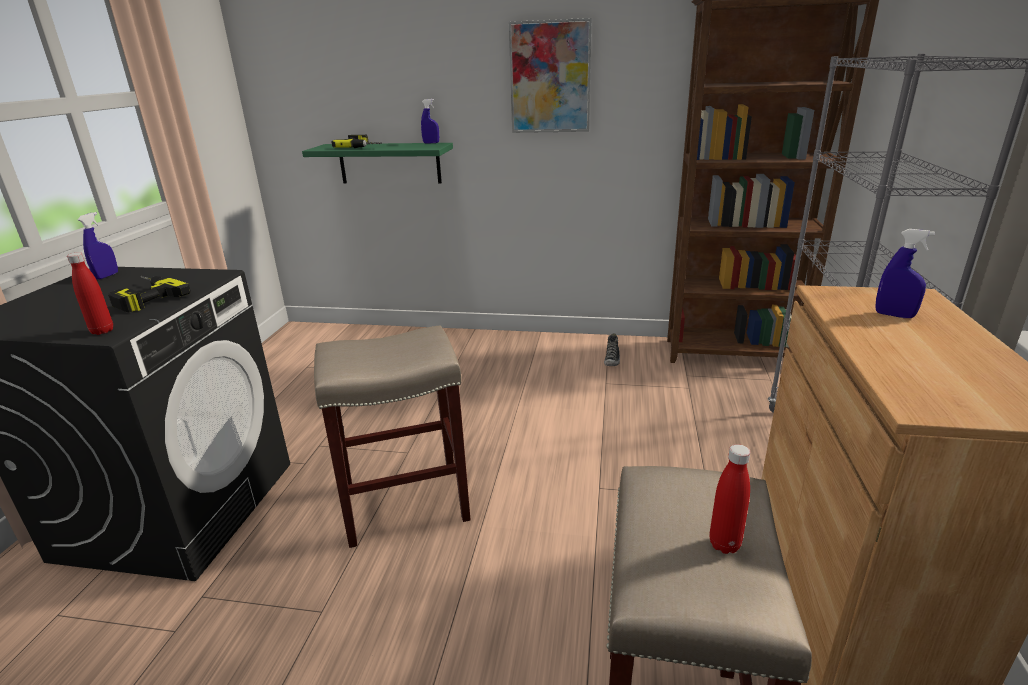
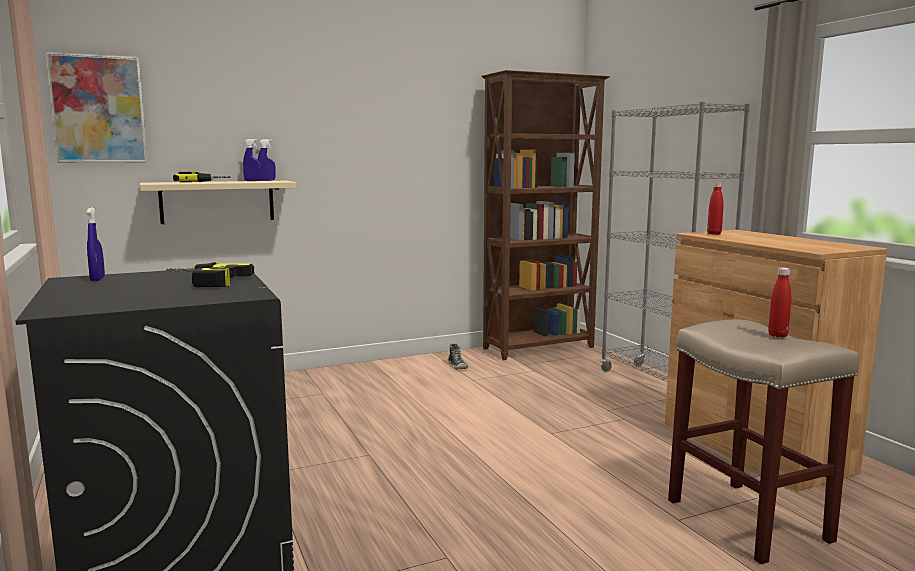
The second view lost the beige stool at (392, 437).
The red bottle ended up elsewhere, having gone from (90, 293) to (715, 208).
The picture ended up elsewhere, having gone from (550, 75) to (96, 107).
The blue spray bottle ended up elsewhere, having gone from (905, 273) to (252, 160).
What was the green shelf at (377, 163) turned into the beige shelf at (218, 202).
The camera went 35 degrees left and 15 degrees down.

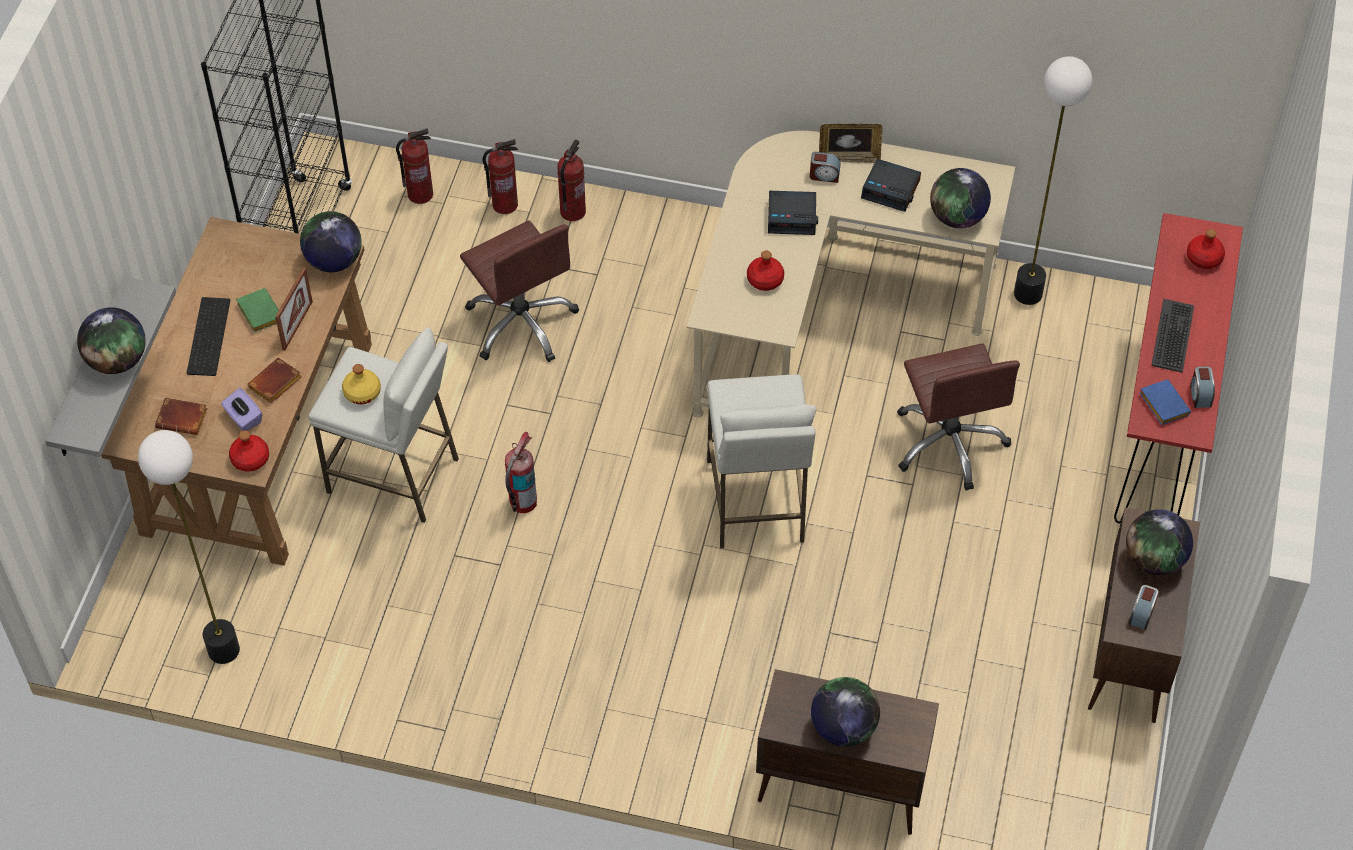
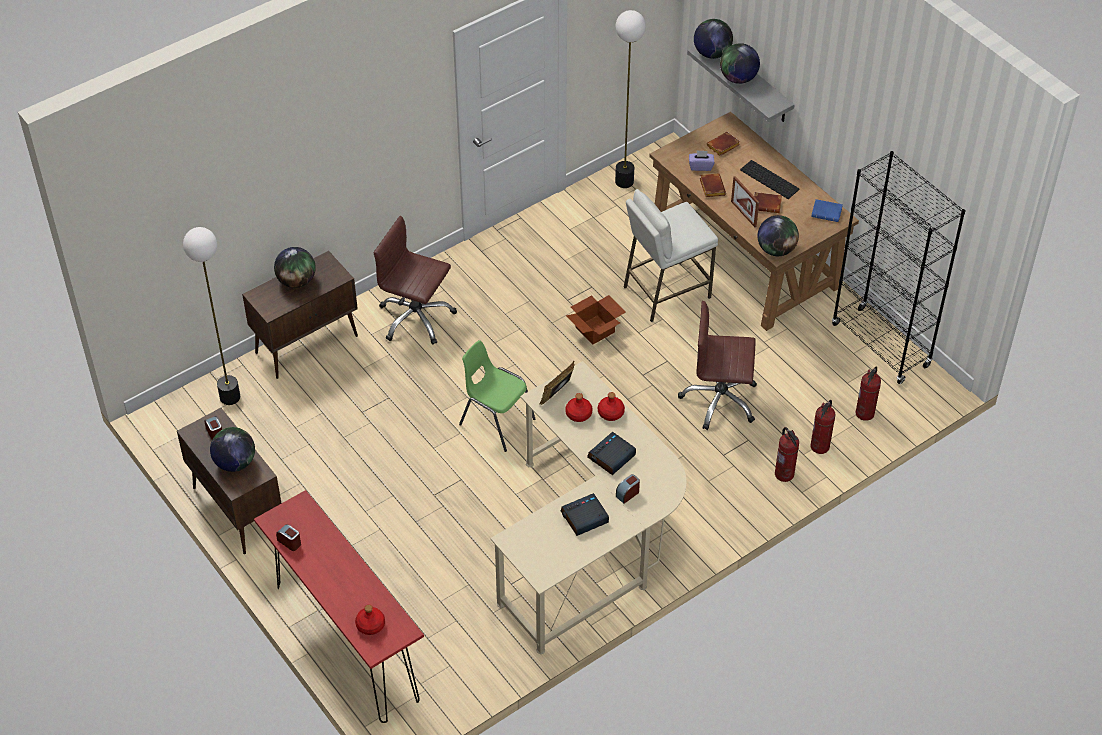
The second view lost the yellow bottle at (361, 384).
The second view lost the keyboard at (1172, 336).
The red bottle ended up elsewhere, having gone from (249, 451) to (611, 406).
The picture frame ended up elsewhere, having gone from (851, 143) to (557, 383).
The brown office chair ended up elsewhere, having gone from (958, 417) to (415, 280).
The globe ended up elsewhere, having gone from (960, 198) to (713, 39).
The floor lamp ended up elsewhere, having gone from (1053, 180) to (211, 316).
The blue book ended up elsewhere, having gone from (1165, 402) to (827, 210).
Where the fire extinguisher stood at (521, 472), the cardboard box came to stand at (596, 320).
Where the white stool stood at (761, 461), the green chair came to stand at (497, 396).
What was the green book at (257, 310) turned into the brown book at (768, 202).
The camera went 130 degrees right and 5 degrees down.

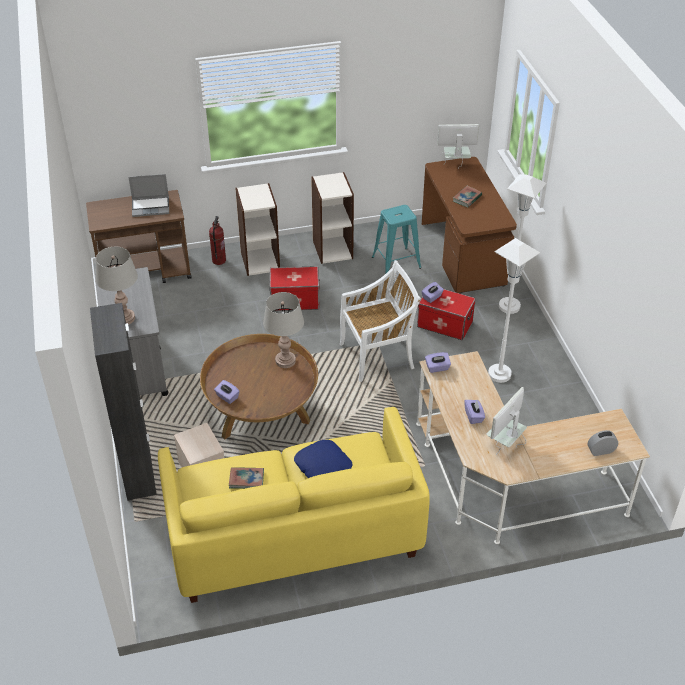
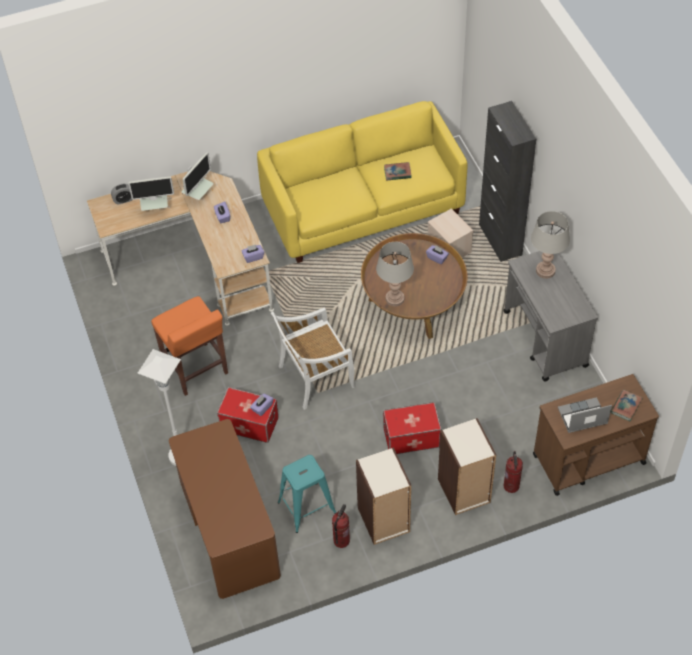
The second view lost the blue pillow at (323, 459).
The second view gained the fire extinguisher at (341, 526).
The monitor ended up elsewhere, having gone from (458, 145) to (151, 194).
The book ended up elsewhere, having gone from (467, 196) to (627, 405).
Where the white floor lamp stood at (514, 310), the orange stool came to stand at (189, 346).
The camera went 175 degrees right and 10 degrees up.

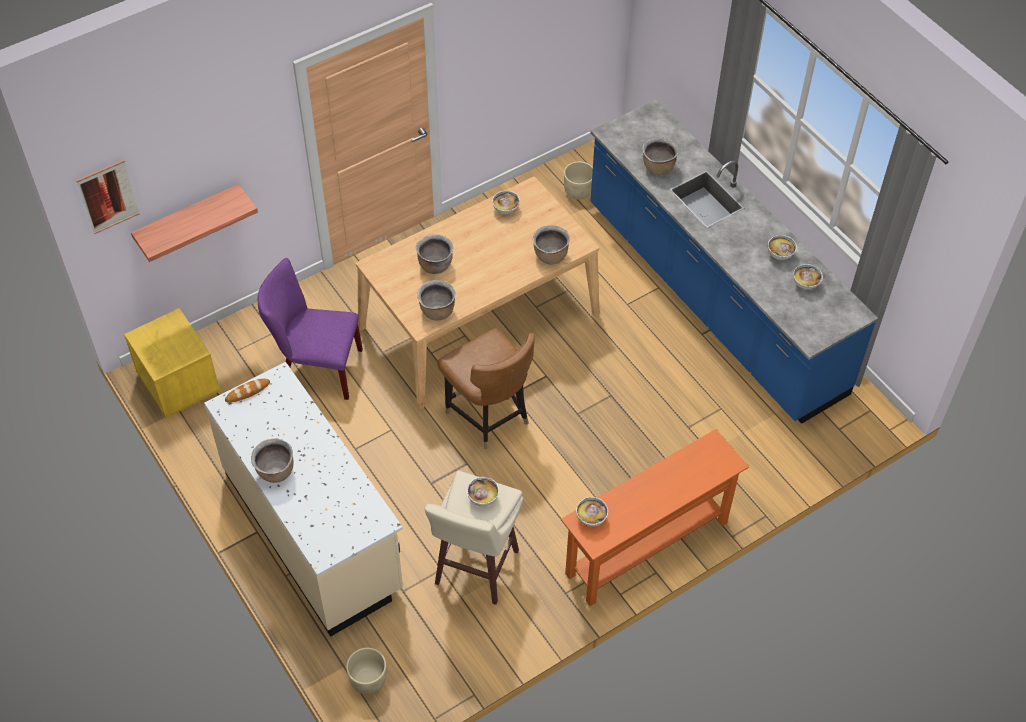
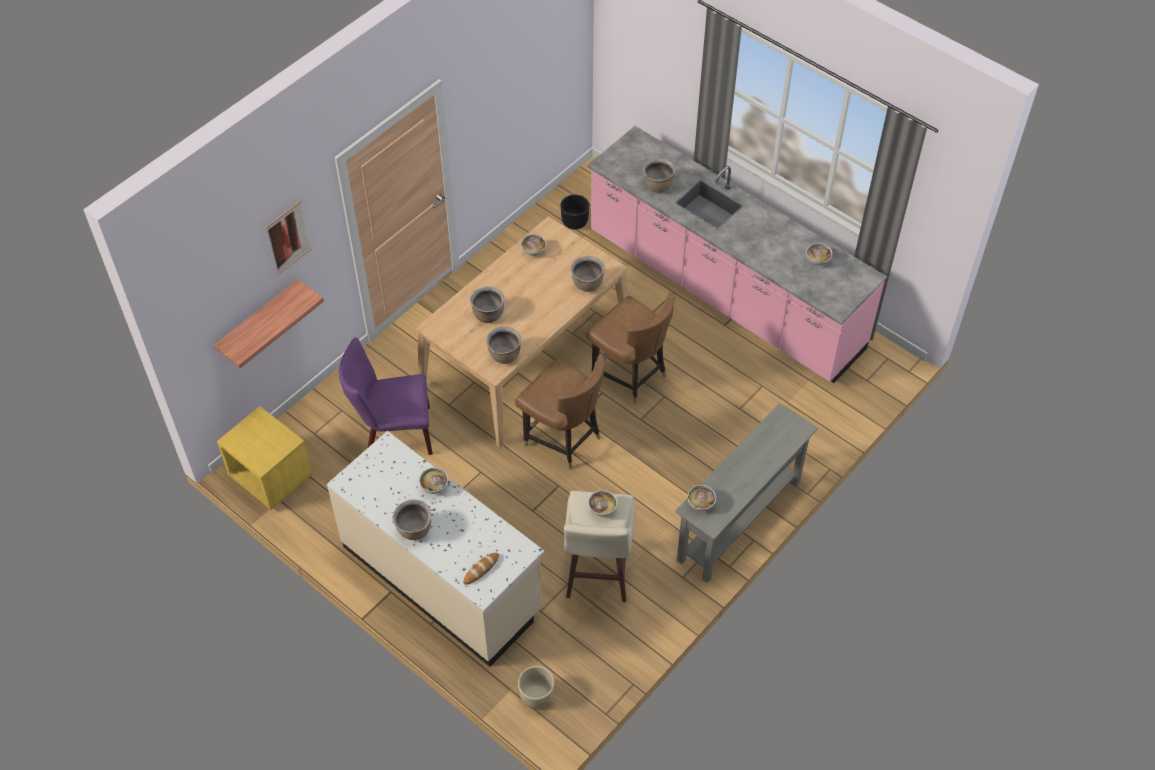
The second view gained the brown chair at (630, 348).
The picture ended up elsewhere, having gone from (108, 197) to (288, 238).
The bread ended up elsewhere, having gone from (247, 391) to (481, 569).
The bowl ended up elsewhere, having gone from (782, 247) to (433, 481).
What was the orange console table at (655, 517) turned into the grey console table at (746, 493).
What was the beige planter at (578, 180) turned into the black planter at (575, 212).
What was the blue counter at (734, 261) turned into the pink counter at (737, 254).
The camera went 15 degrees left and 0 degrees up.

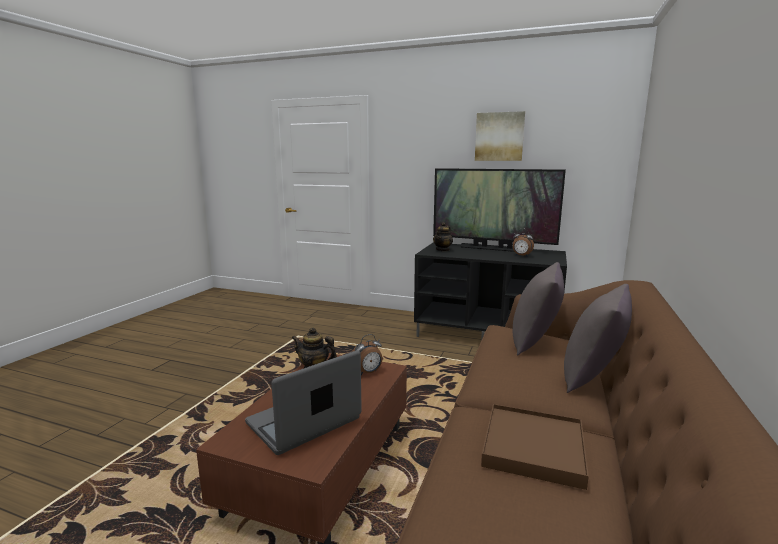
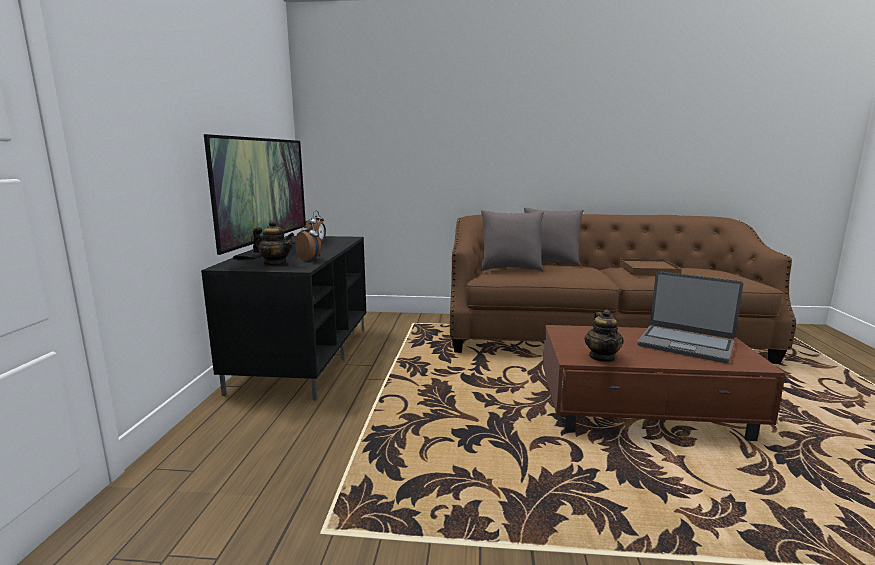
The second view lost the picture at (500, 136).
The alarm clock ended up elsewhere, having gone from (367, 354) to (308, 241).
The camera went 105 degrees left and 0 degrees up.

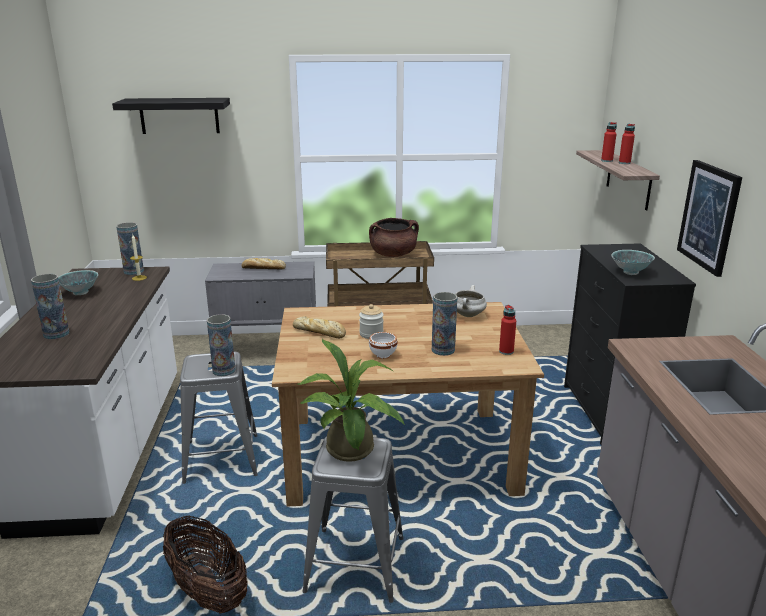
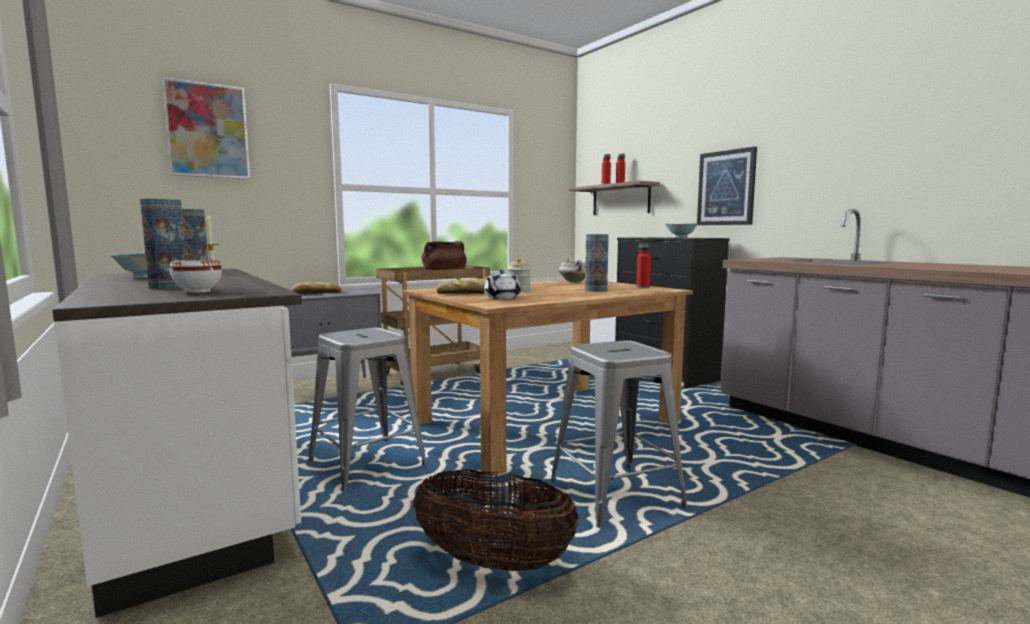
The second view lost the vase at (221, 345).
The second view lost the potted plant at (350, 400).
The second view gained the white teapot at (502, 284).
The white bowl ended up elsewhere, having gone from (383, 345) to (196, 276).
Where the black shelf hung at (171, 116), the picture came to hang at (206, 128).
The camera went 30 degrees left and 15 degrees down.

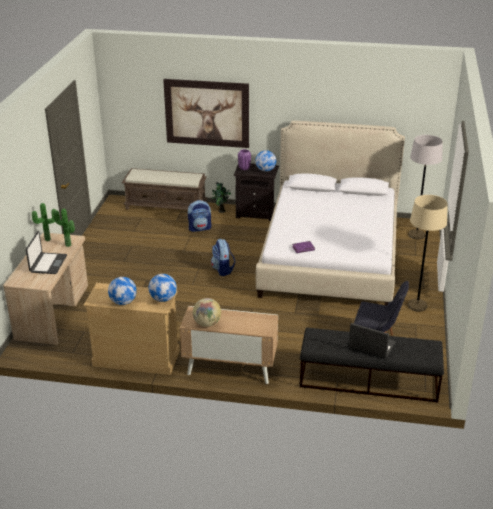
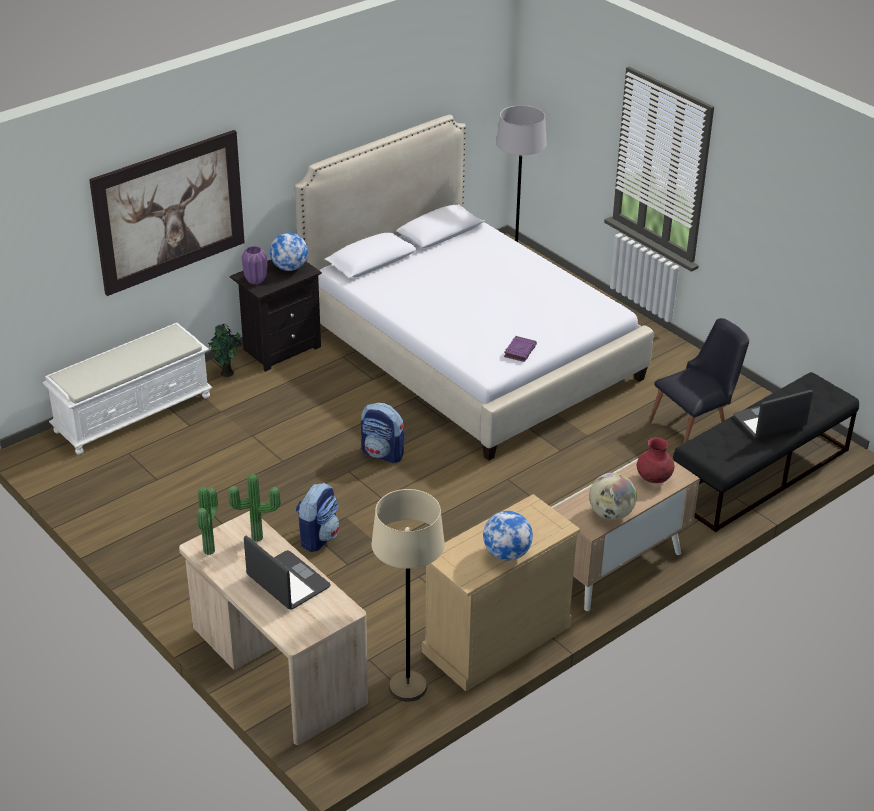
The second view lost the globe at (163, 288).
The second view gained the red vase at (655, 460).
The backpack ended up elsewhere, having gone from (199, 216) to (318, 517).
The beige floor lamp ended up elsewhere, having gone from (428, 253) to (408, 595).
What was the brown bench at (164, 189) turned into the white bench at (127, 389).
The camera went 50 degrees left and 5 degrees up.

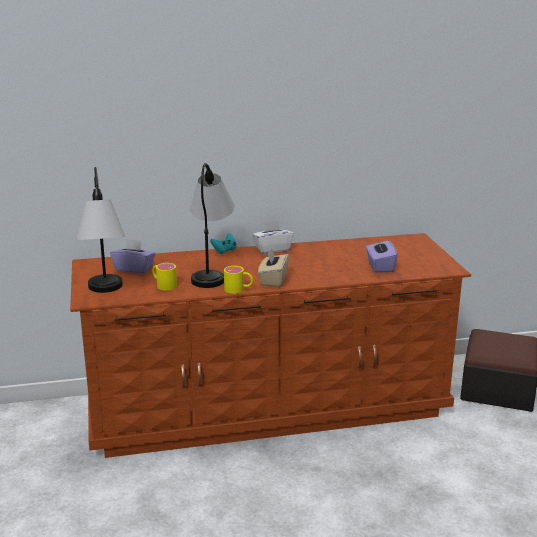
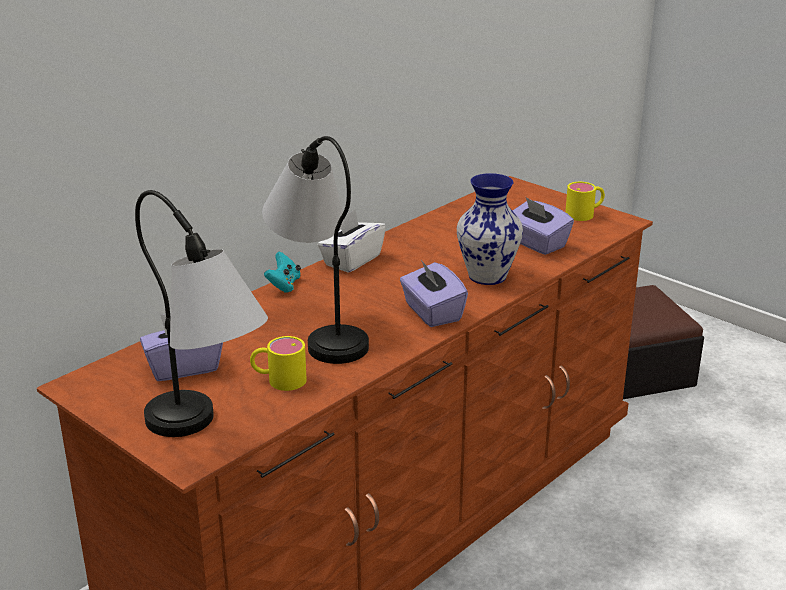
The second view gained the vase at (490, 229).
The yellow mug ended up elsewhere, having gone from (238, 280) to (585, 201).
What was the beige tissue box at (273, 267) turned into the purple tissue box at (434, 293).
The camera went 35 degrees left and 5 degrees up.

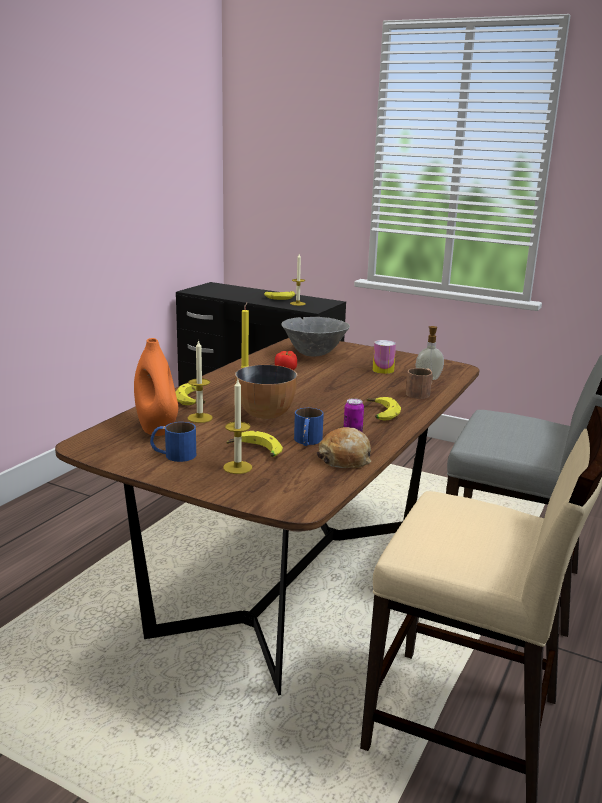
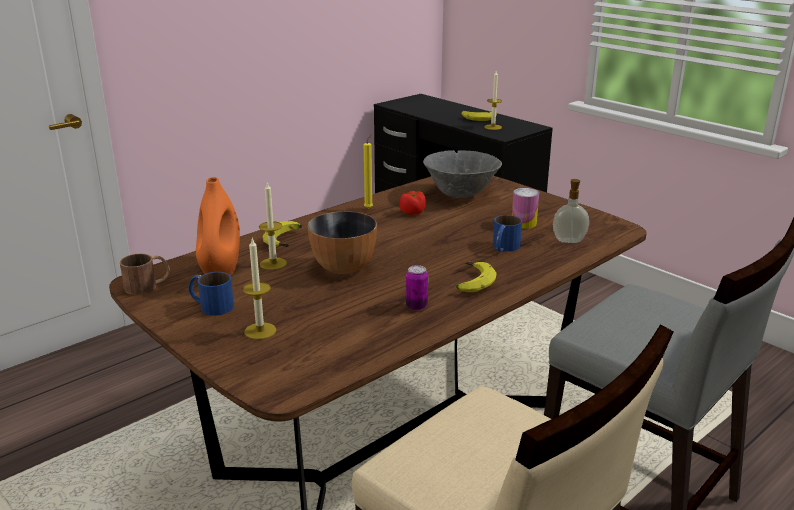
The second view lost the banana at (255, 444).
The second view lost the bread at (344, 447).
The blue mug ended up elsewhere, having gone from (309, 427) to (507, 233).
The brown mug ended up elsewhere, having gone from (419, 383) to (145, 274).
The camera went 20 degrees right and 5 degrees up.

